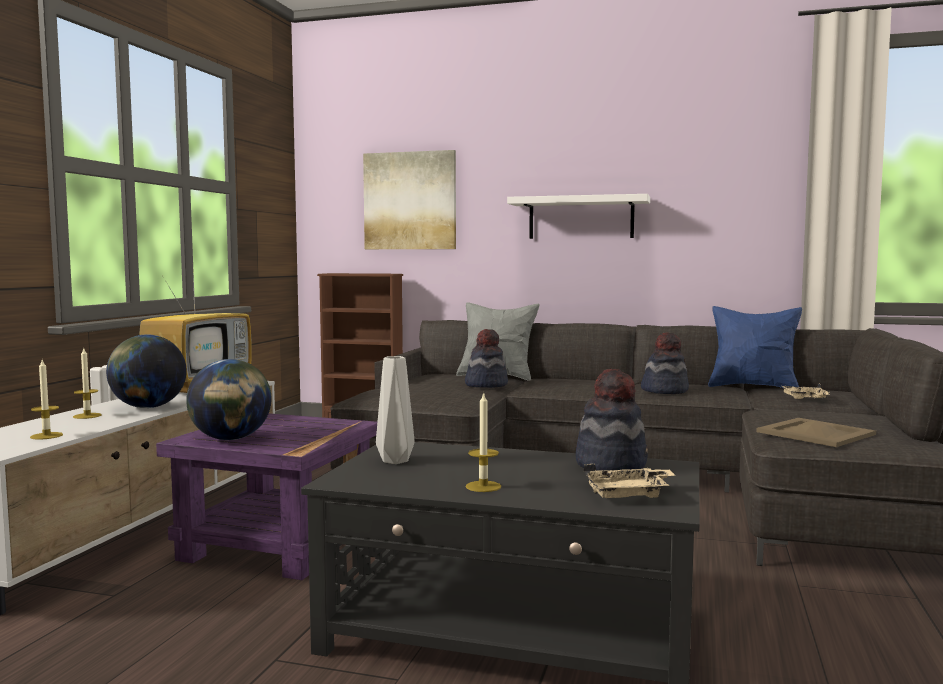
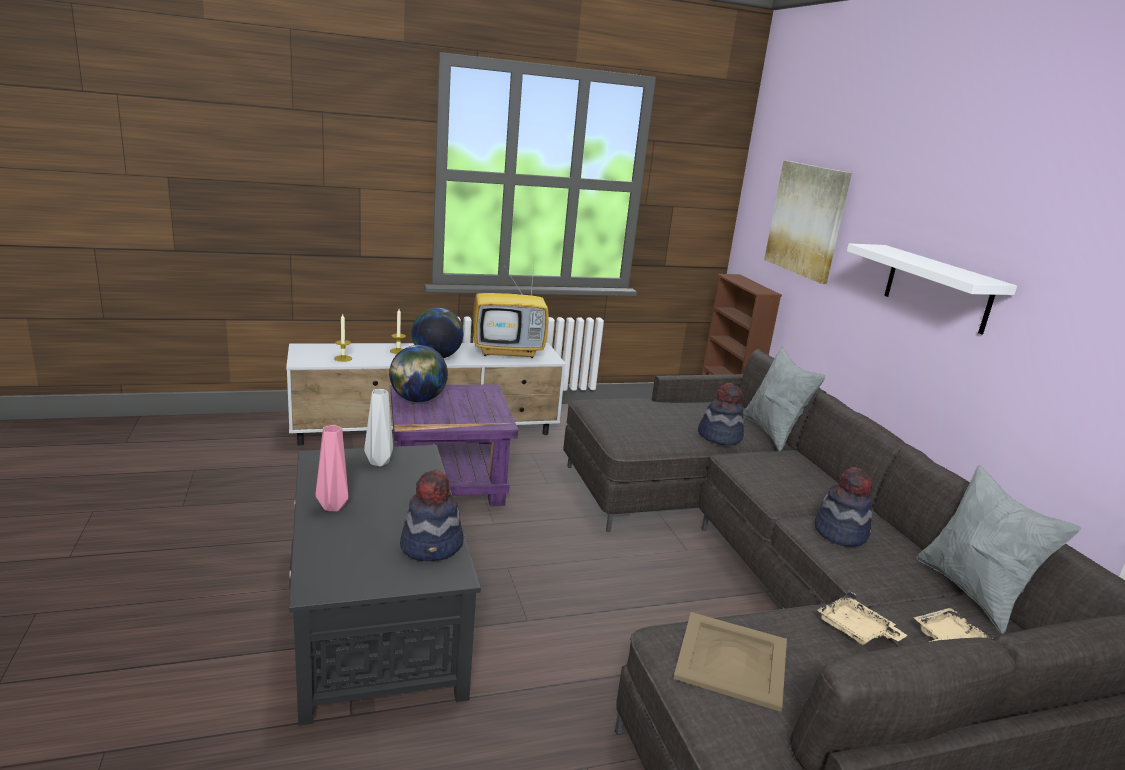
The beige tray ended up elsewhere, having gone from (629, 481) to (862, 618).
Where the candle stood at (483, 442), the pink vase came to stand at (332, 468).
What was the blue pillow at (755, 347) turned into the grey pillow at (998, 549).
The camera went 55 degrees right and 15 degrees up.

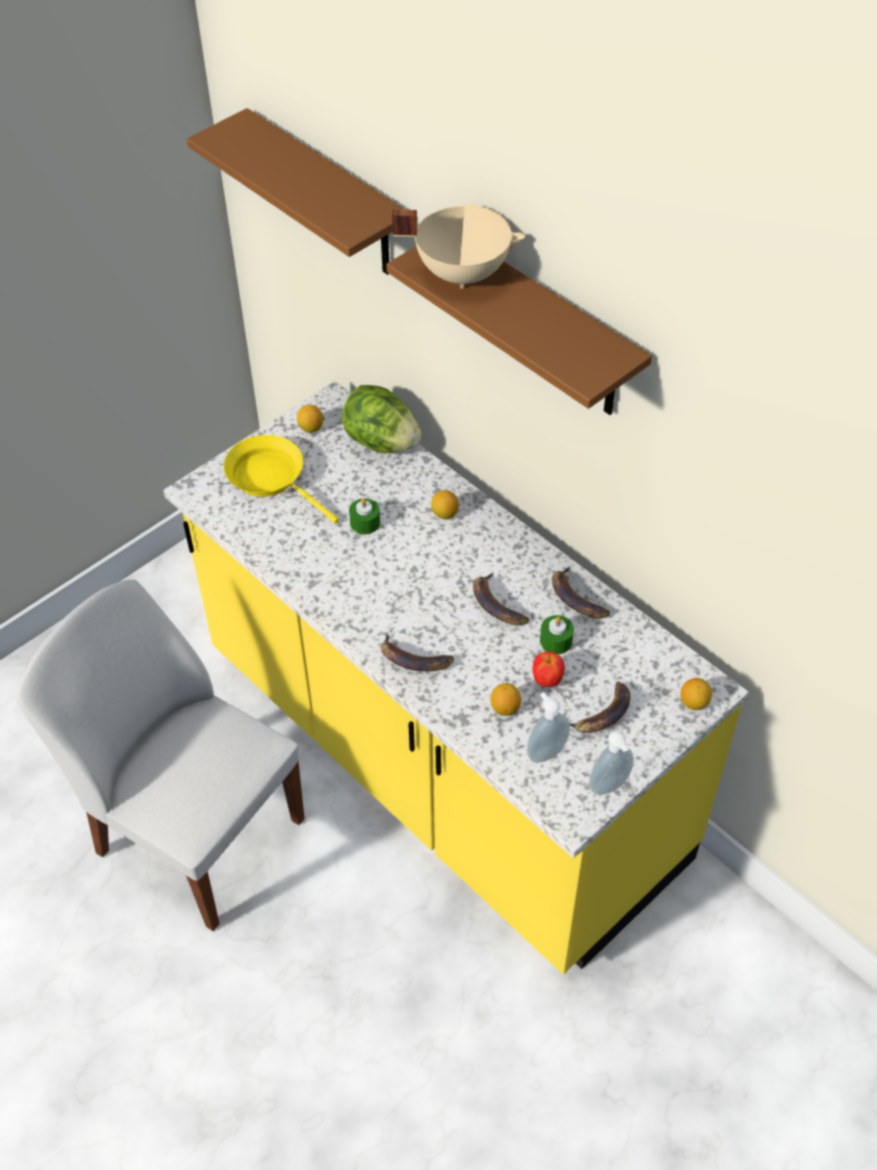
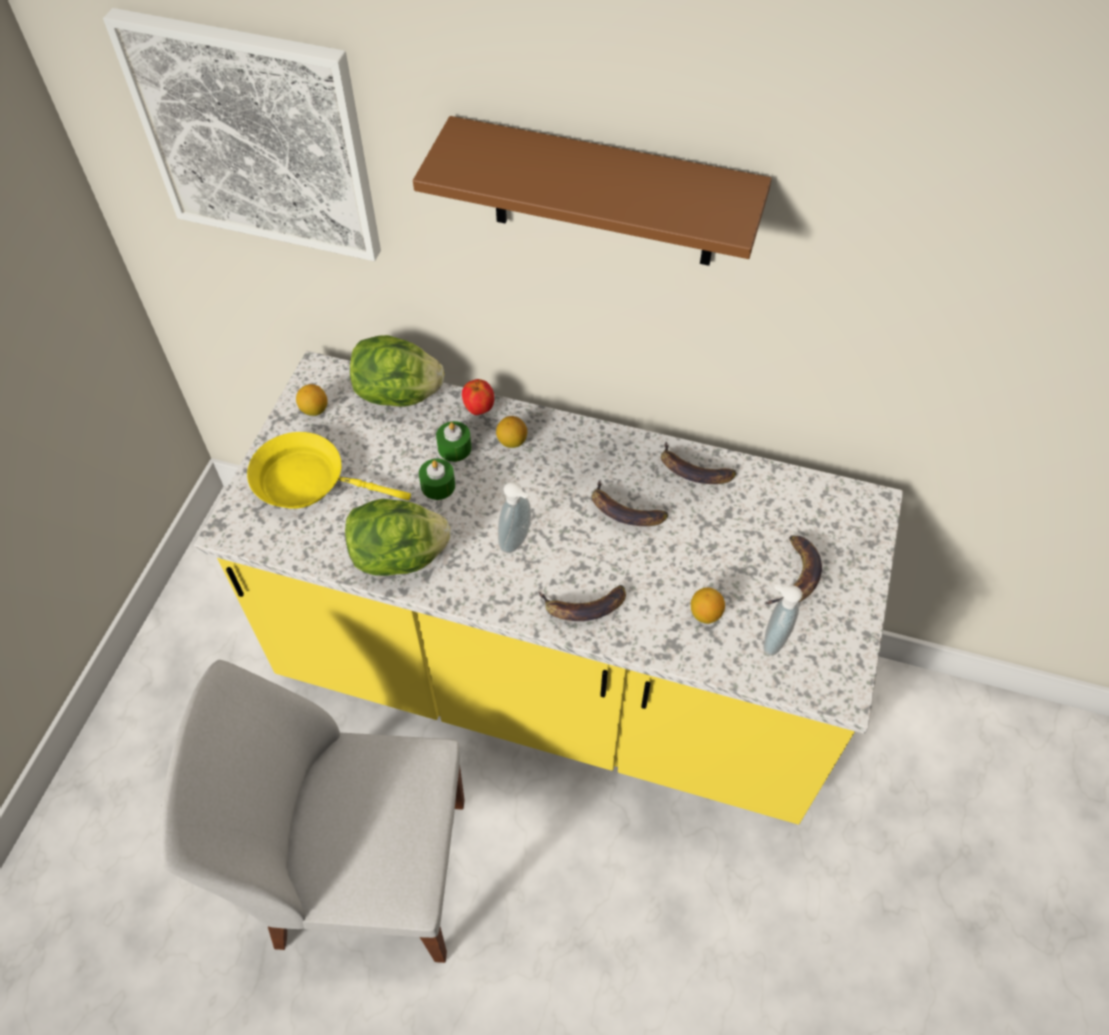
The second view lost the beige cooking pot at (459, 247).
The second view lost the lemon at (696, 694).
The second view gained the lettuce at (397, 537).
The apple ended up elsewhere, having gone from (549, 669) to (478, 397).
The green candle ended up elsewhere, having gone from (557, 634) to (454, 441).
The soap dispenser ended up elsewhere, having gone from (611, 763) to (514, 517).
Where the brown shelf hung at (296, 191), the picture came to hang at (242, 134).
The camera went 30 degrees left and 5 degrees up.

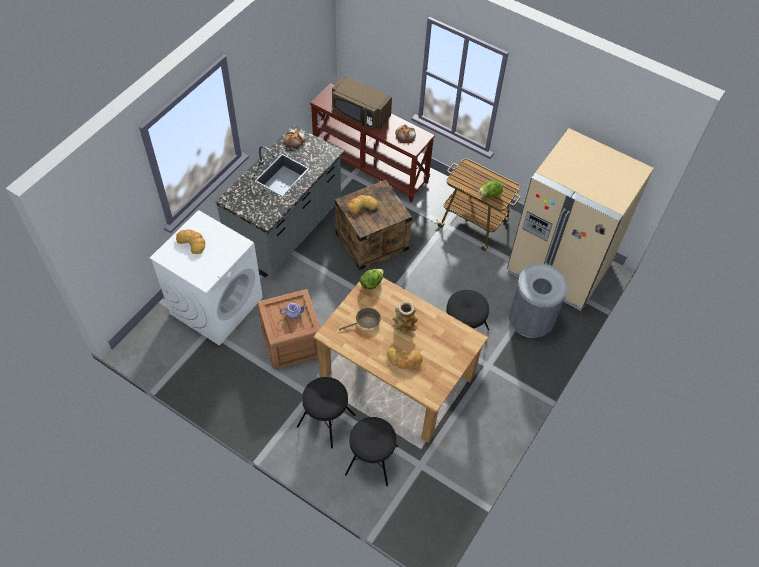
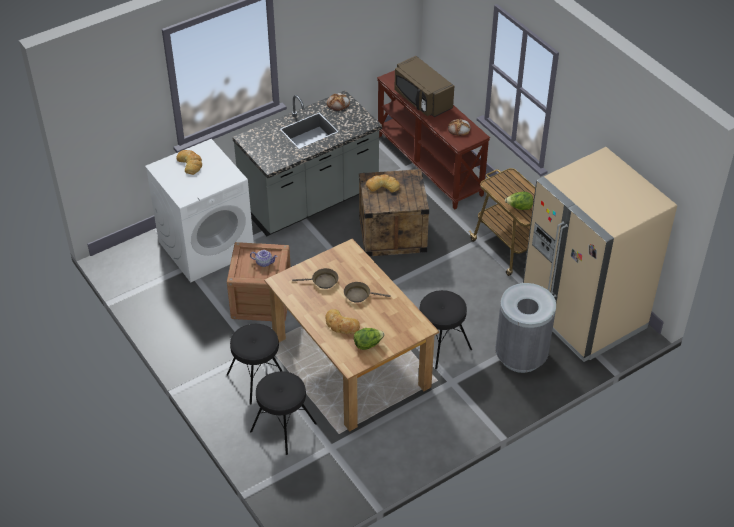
The lettuce ended up elsewhere, having gone from (372, 279) to (369, 339).
Where the vase stood at (405, 317), the brown frying pan came to stand at (367, 292).
The camera went 25 degrees right and 10 degrees down.

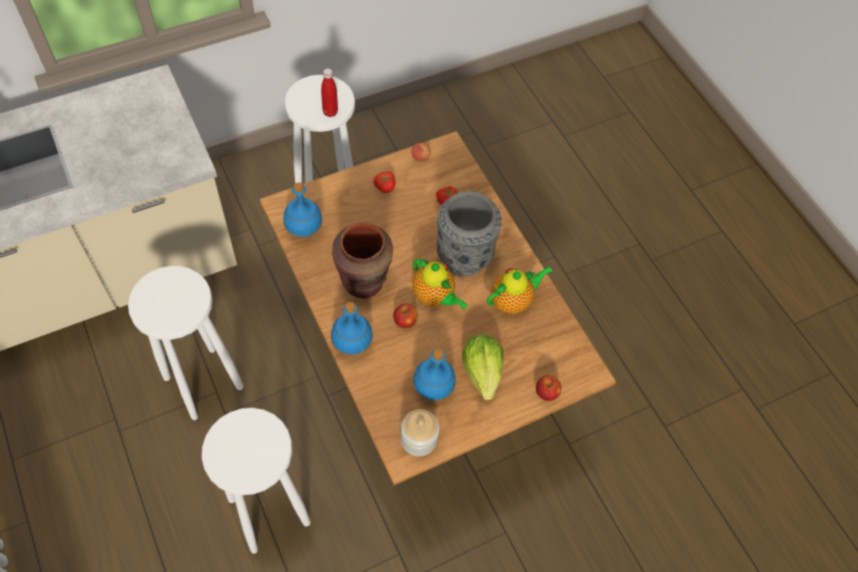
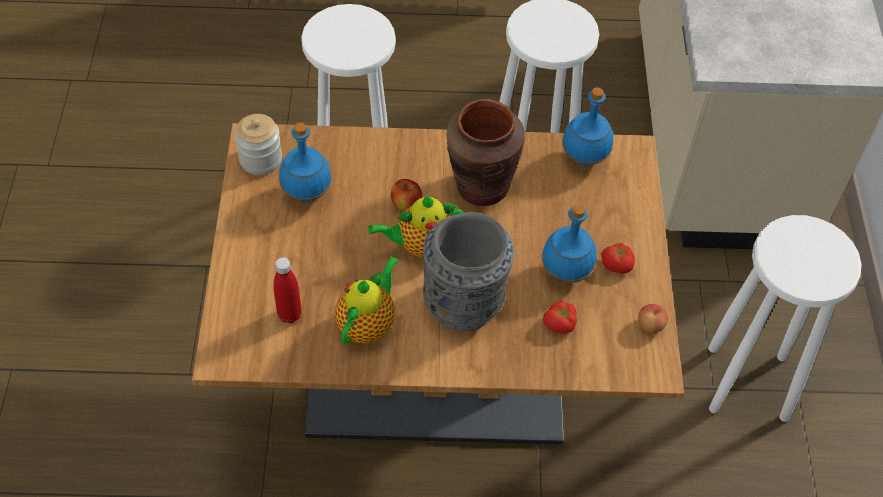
The second view lost the lettuce at (483, 367).
The second view lost the apple at (548, 388).
The red bottle ended up elsewhere, having gone from (329, 92) to (287, 290).
The blue bottle ended up elsewhere, having gone from (352, 329) to (569, 243).
The teapot at (520, 290) ended up facing another way, 150 degrees counterclockwise from before.
The camera went 120 degrees right and 5 degrees down.

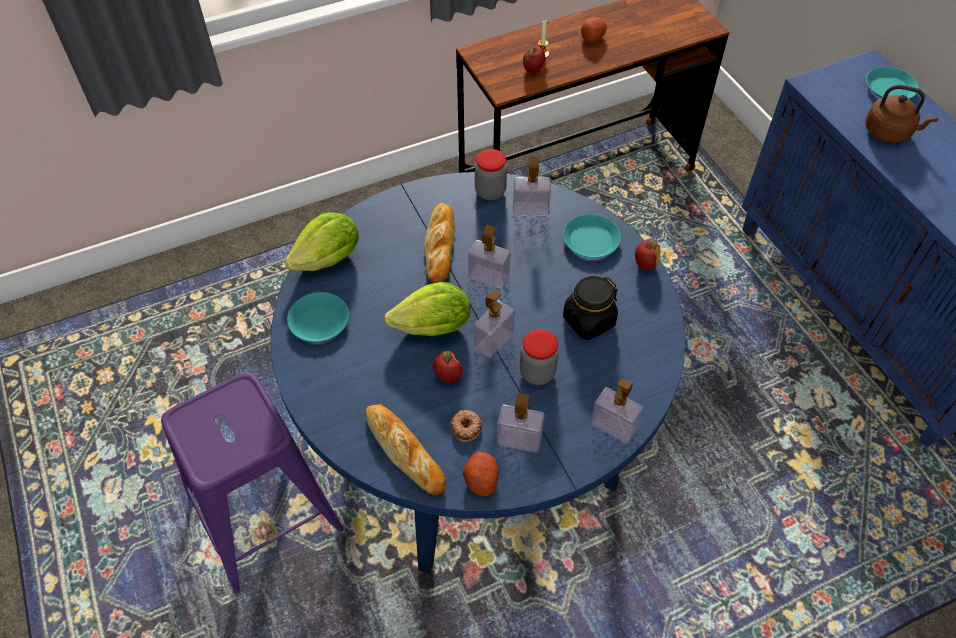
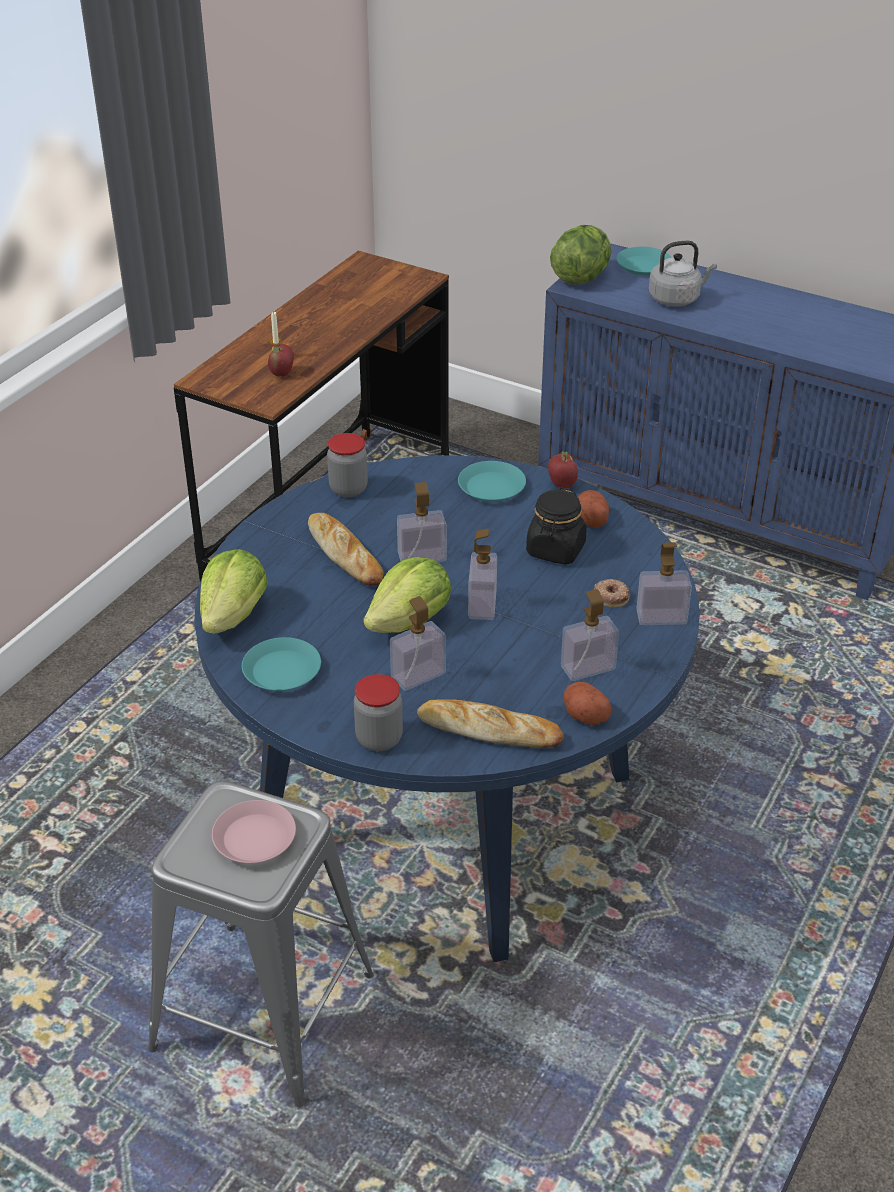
The second view lost the apple at (448, 367).
The second view gained the pink plate at (254, 831).
The second view gained the lettuce at (580, 254).
The donut ended up elsewhere, having gone from (466, 426) to (612, 593).
The soap dispenser ended up elsewhere, having gone from (532, 186) to (418, 643).
The jar ended up elsewhere, having gone from (539, 357) to (378, 712).
The potato ended up elsewhere, having gone from (594, 30) to (593, 508).
What was the purple stool at (252, 482) turned into the grey stool at (261, 944).
What was the brown kettle at (902, 114) turned into the grey kettle at (683, 273).
The camera went 35 degrees left and 15 degrees down.

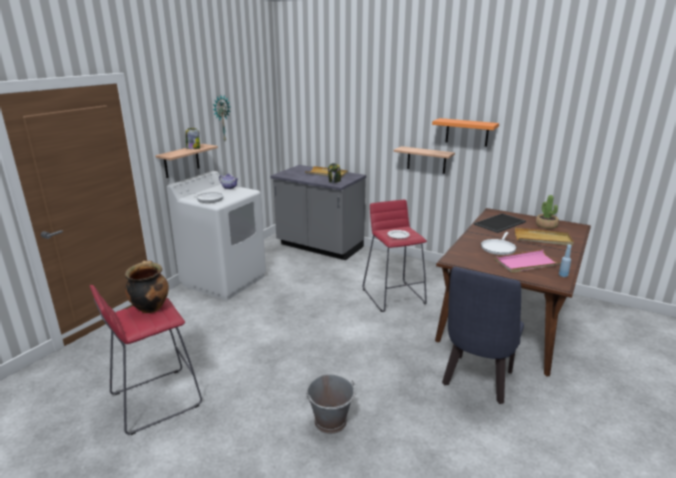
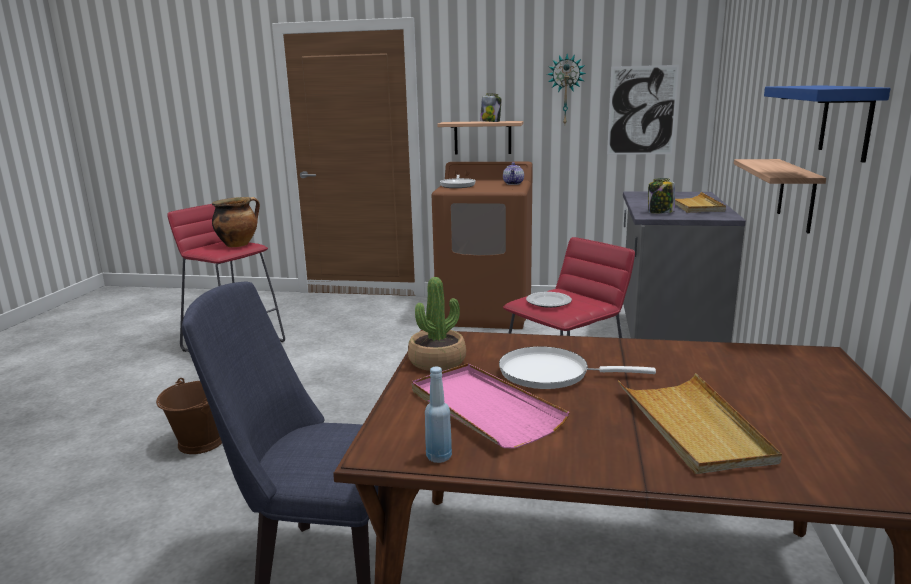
The second view lost the tray at (500, 223).
The second view gained the picture at (643, 110).
The potted plant ended up elsewhere, having gone from (547, 212) to (437, 324).
What was the white washing machine at (216, 236) turned into the brown washing machine at (482, 245).
What was the grey bucket at (330, 404) turned into the brown bucket at (189, 416).
What was the orange shelf at (465, 132) turned into the blue shelf at (827, 124).
The camera went 70 degrees right and 5 degrees down.

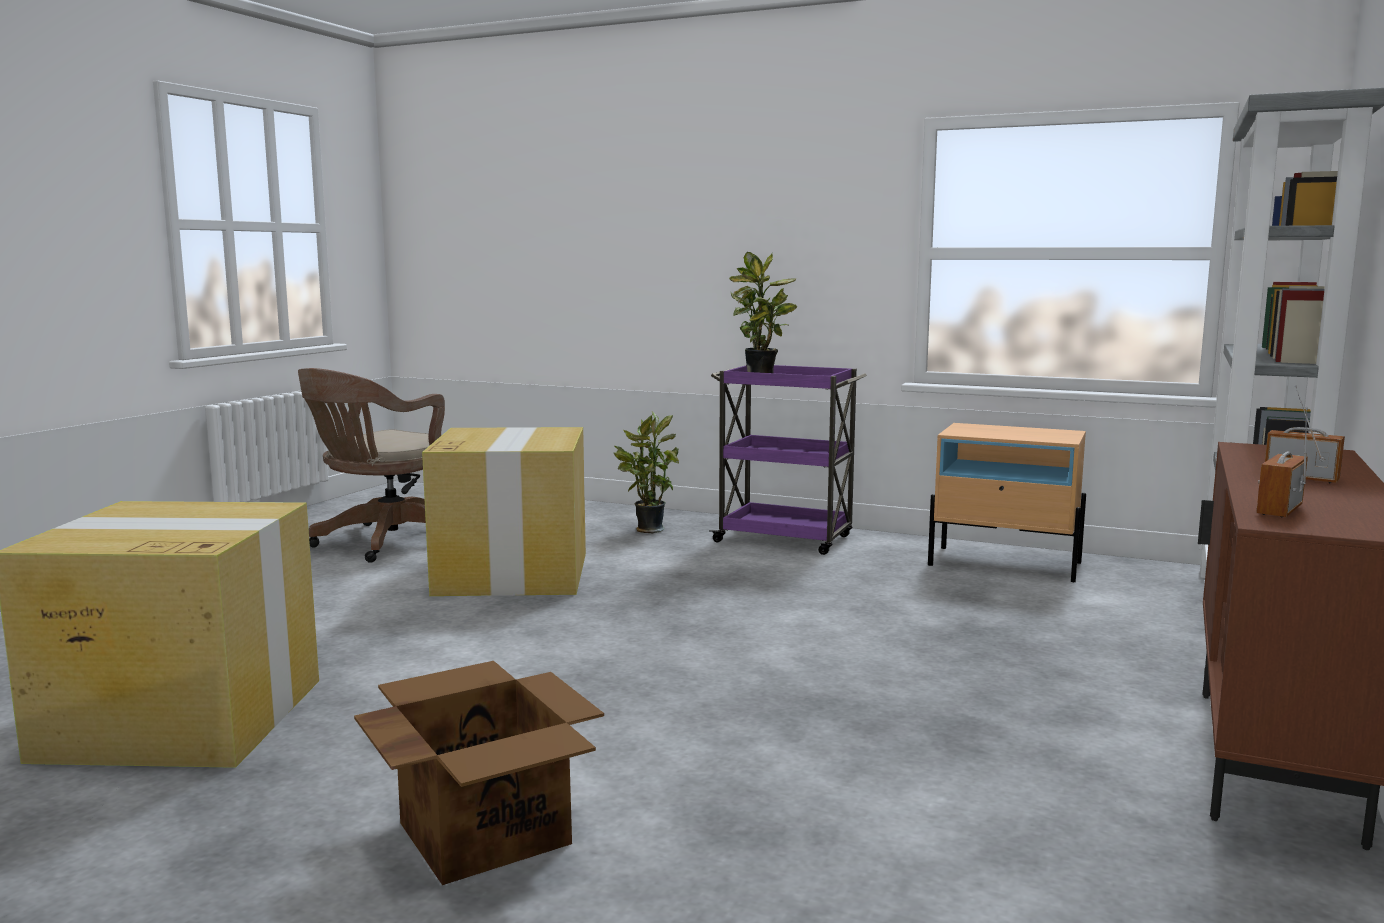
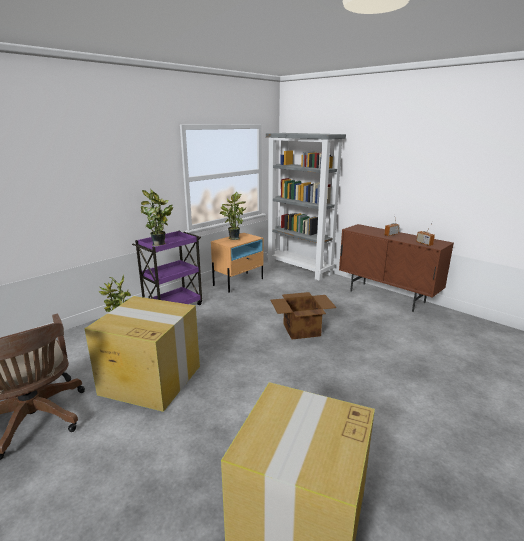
The second view gained the potted plant at (233, 216).
The cardboard box ended up elsewhere, having gone from (479, 773) to (303, 316).
The camera went 70 degrees left and 10 degrees up.

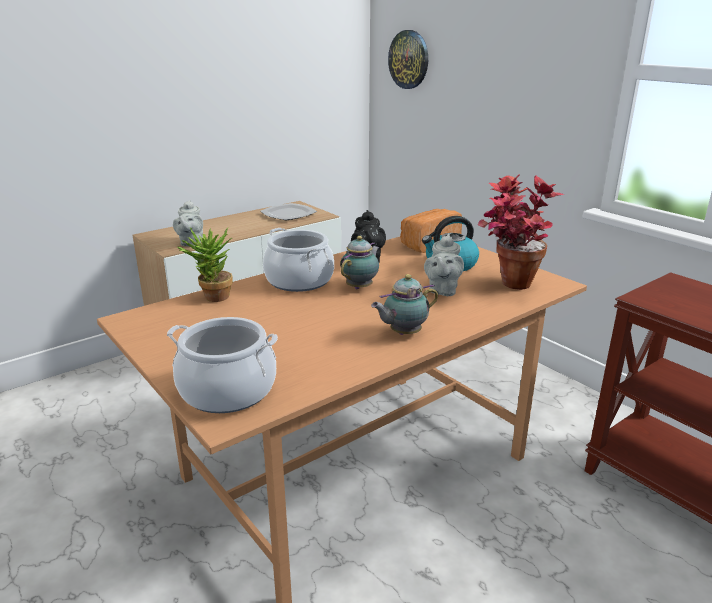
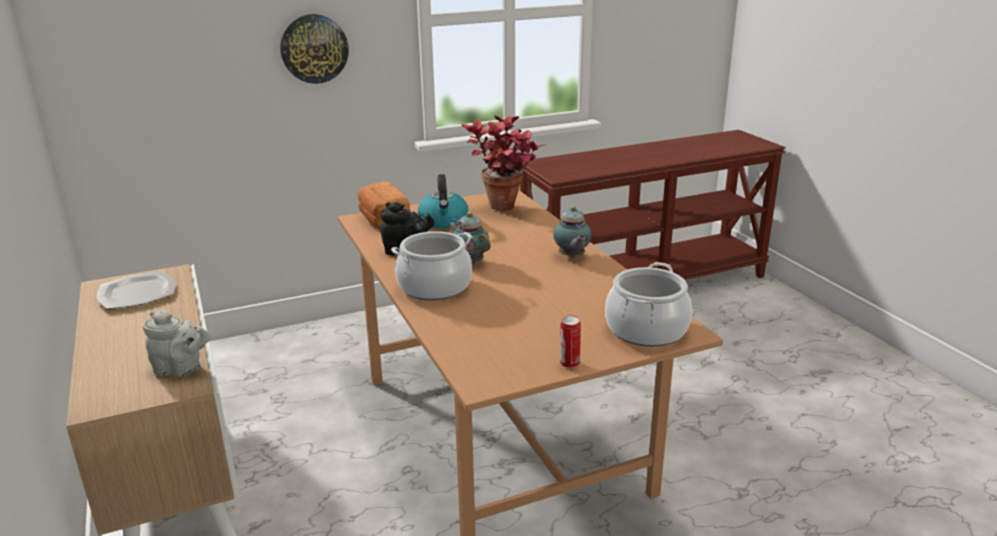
The second view lost the potted plant at (205, 264).
The second view lost the grey teapot at (444, 265).
The second view gained the can at (570, 341).
The wall clock ended up elsewhere, having gone from (408, 59) to (314, 49).
The camera went 75 degrees left and 0 degrees up.

